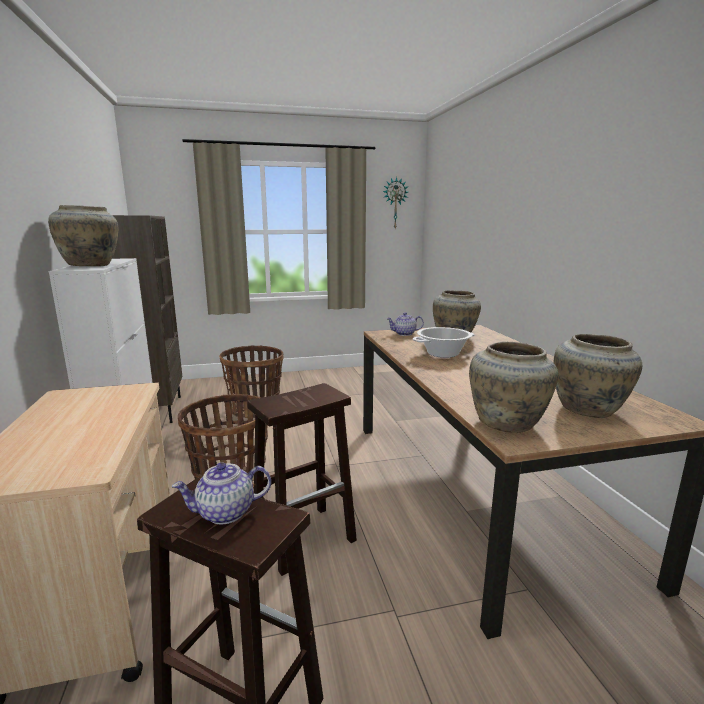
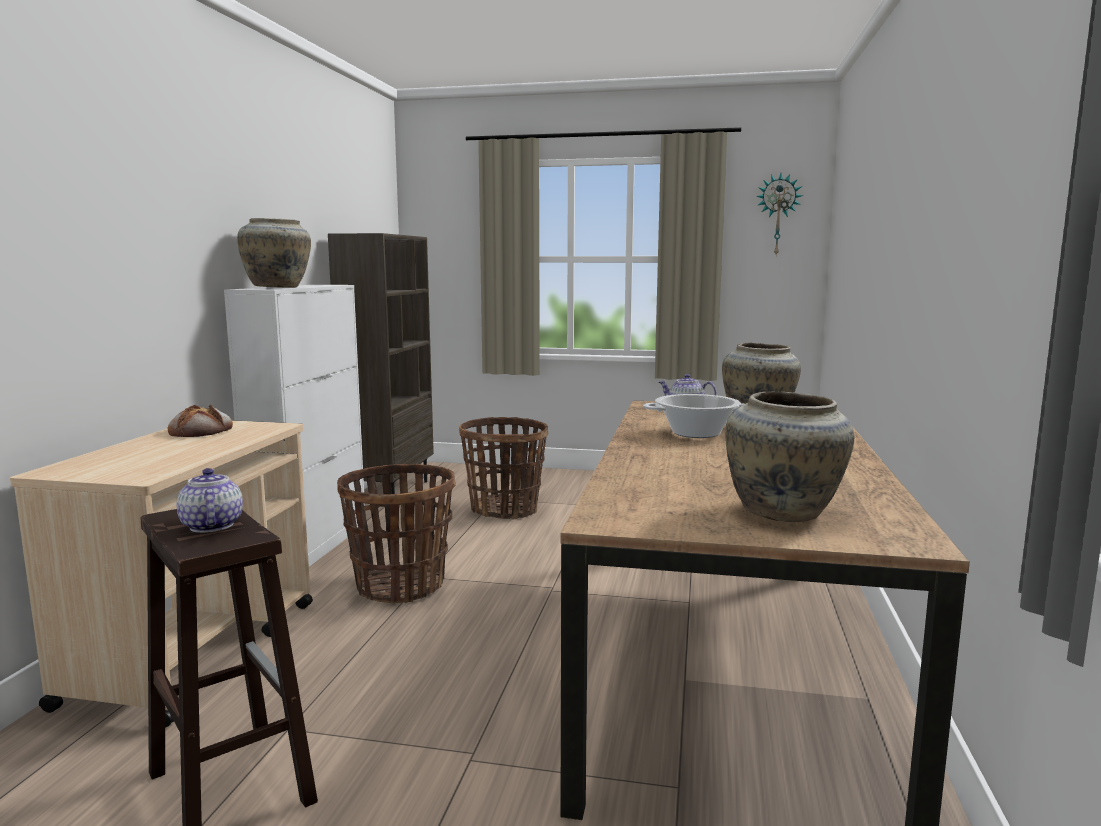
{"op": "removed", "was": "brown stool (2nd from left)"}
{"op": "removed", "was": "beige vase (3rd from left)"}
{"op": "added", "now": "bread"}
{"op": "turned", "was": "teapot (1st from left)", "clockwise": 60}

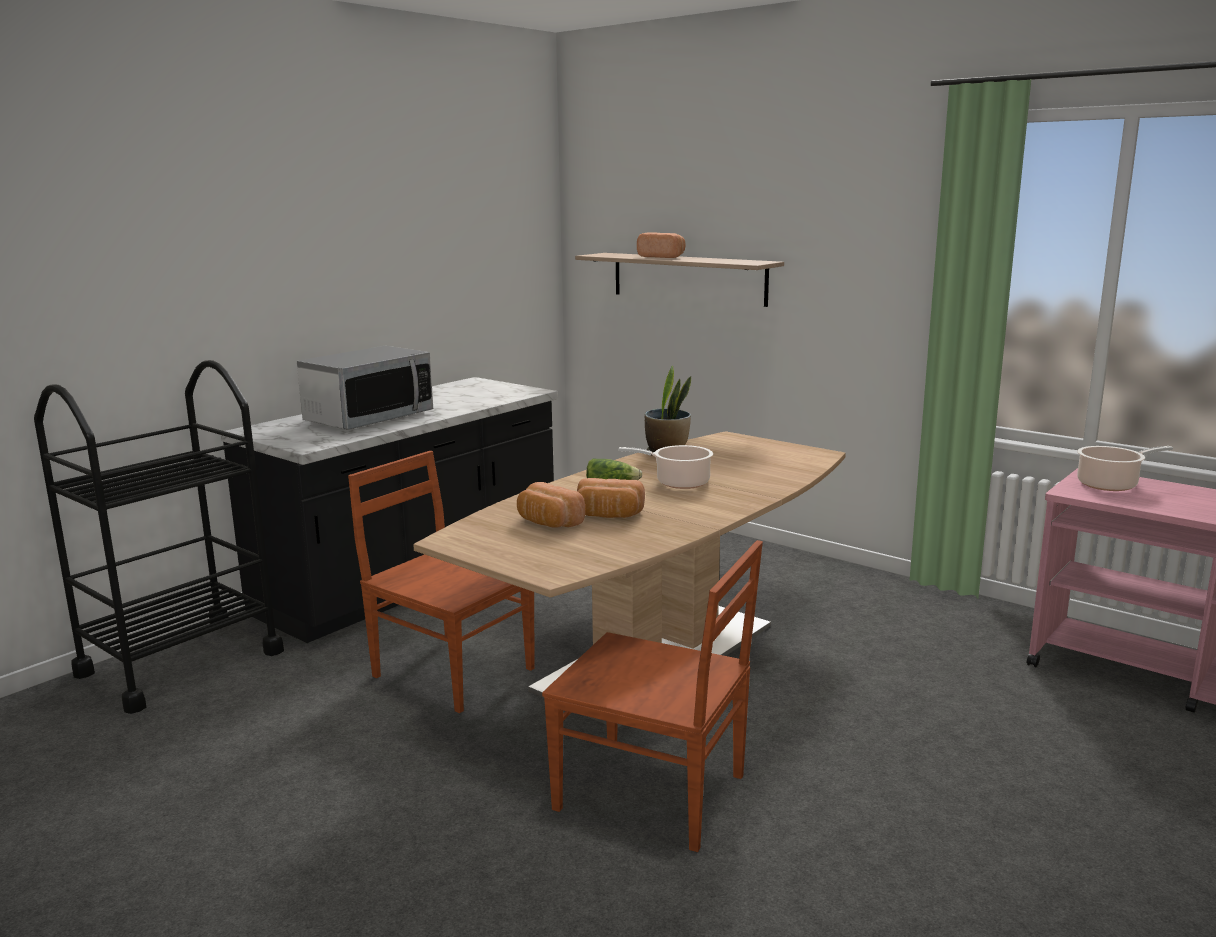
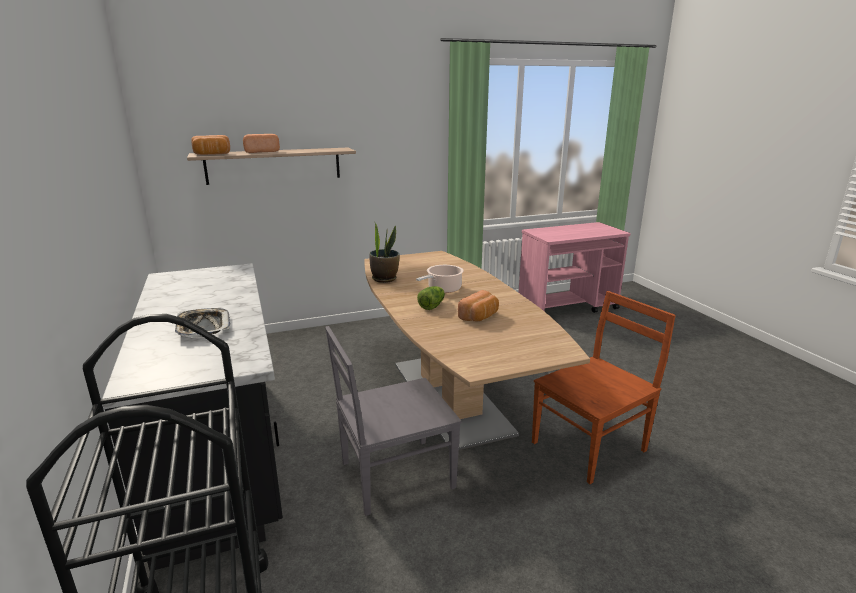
{"op": "removed", "was": "cooking pot (2nd from left)"}
{"op": "moved", "was": "bread (1st from left)"}
{"op": "replaced", "was": "microwave", "now": "tray"}
{"op": "recoloured", "was": "brown chair (1st from left)", "now": "grey chair"}

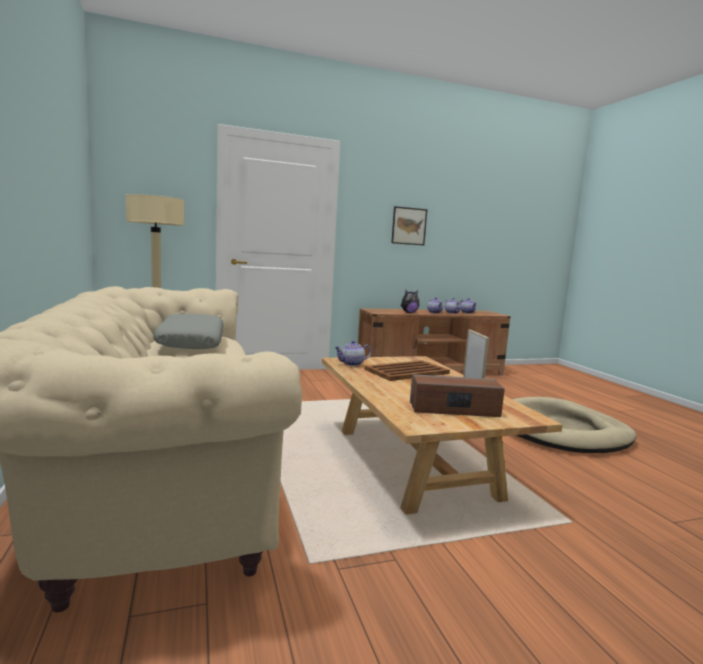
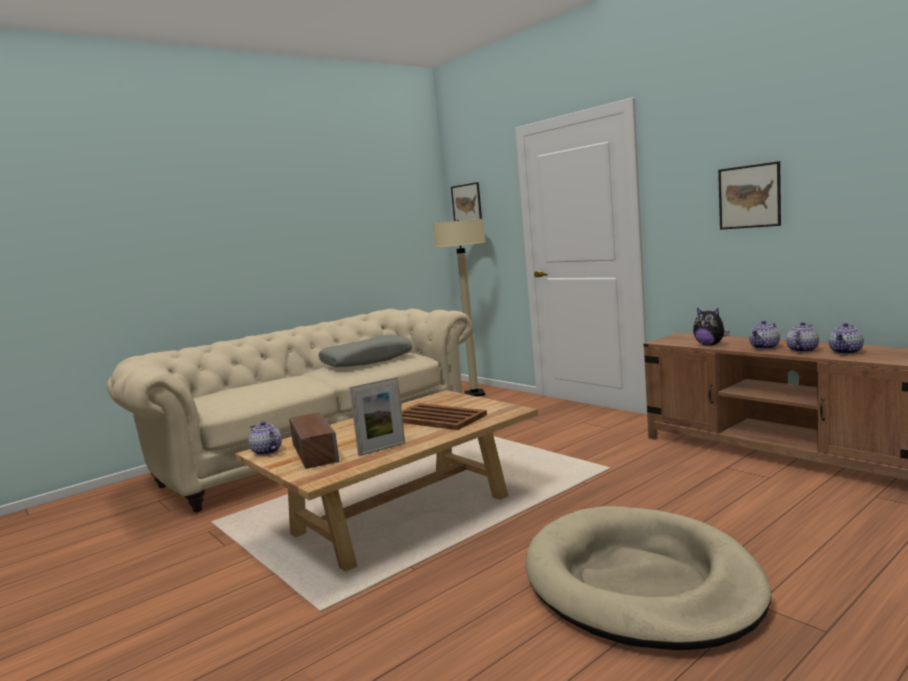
{"op": "added", "now": "picture (1st from left)"}
{"op": "moved", "was": "teapot (1st from left)"}

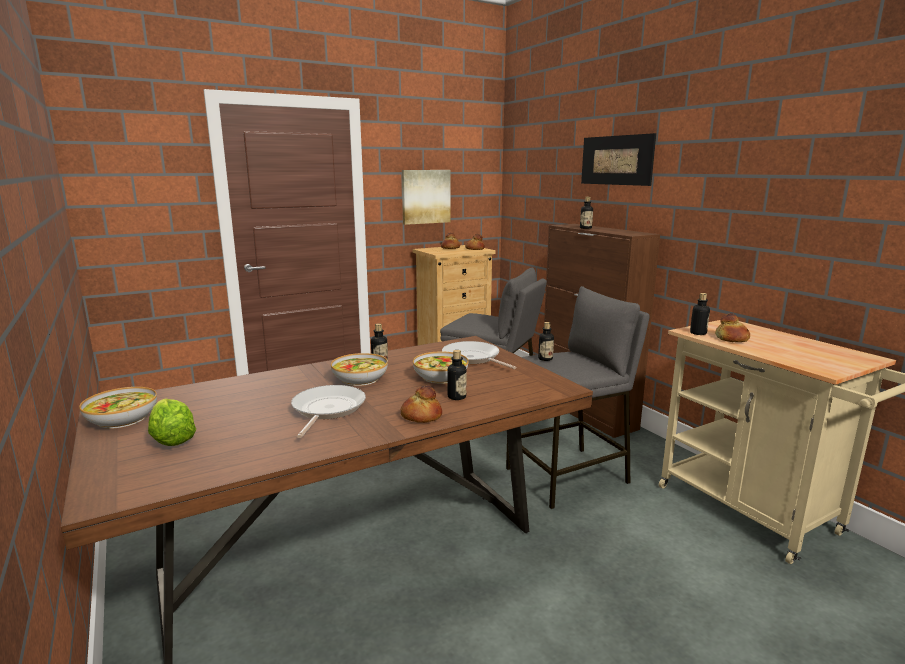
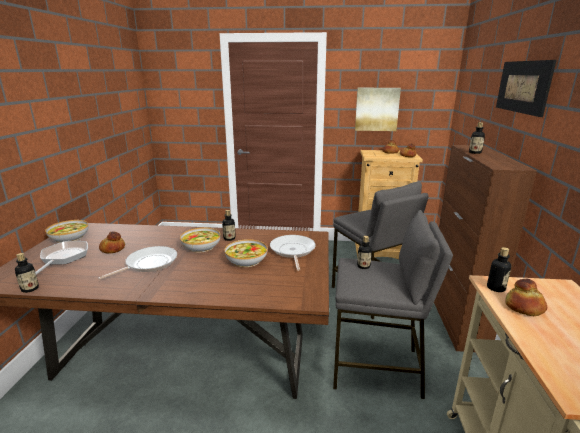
{"op": "moved", "was": "bread (1st from left)"}
{"op": "moved", "was": "bottle (2nd from left in the first image)", "now": "bottle (1st from left)"}
{"op": "replaced", "was": "lettuce", "now": "frying pan (1st from left)"}

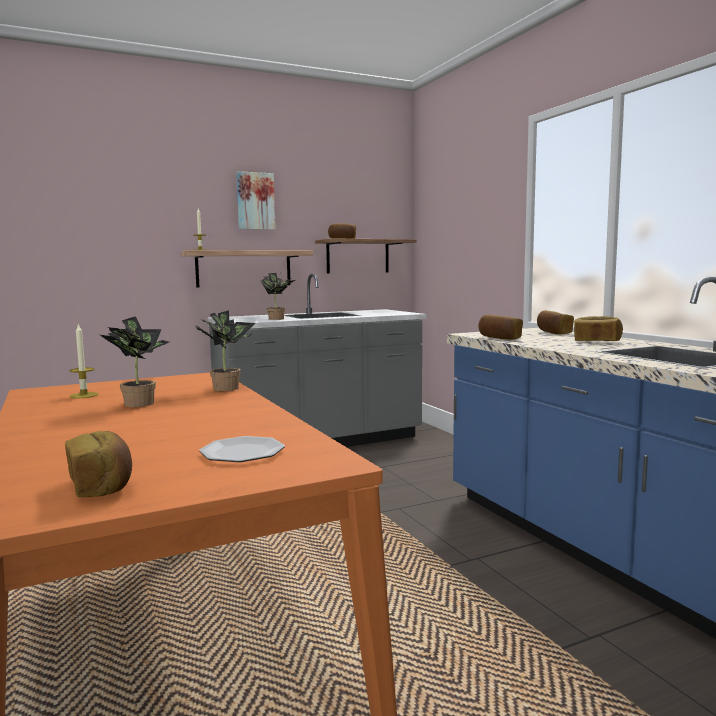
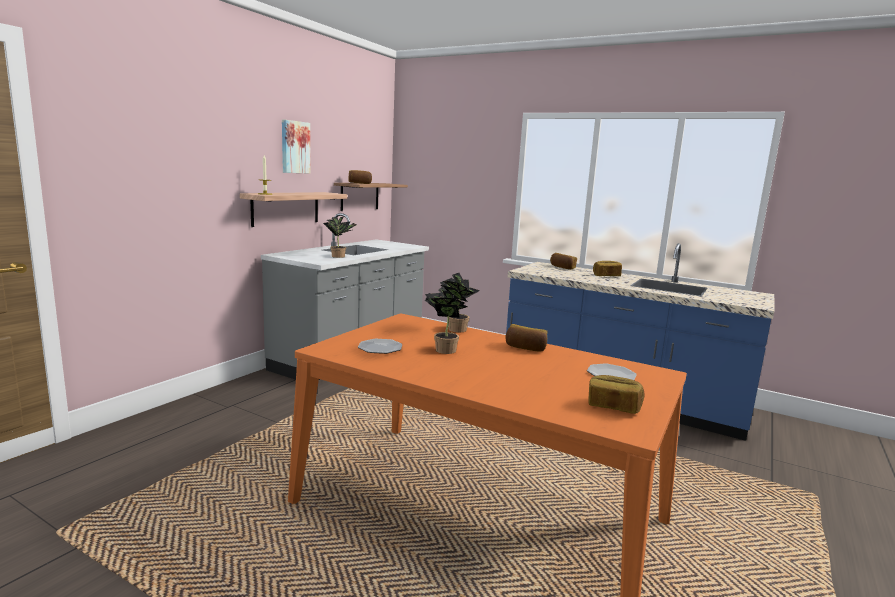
{"op": "moved", "was": "bread (3rd from left in the first image)", "now": "bread (2nd from left)"}
{"op": "replaced", "was": "candle (1st from left)", "now": "plate (1st from left)"}

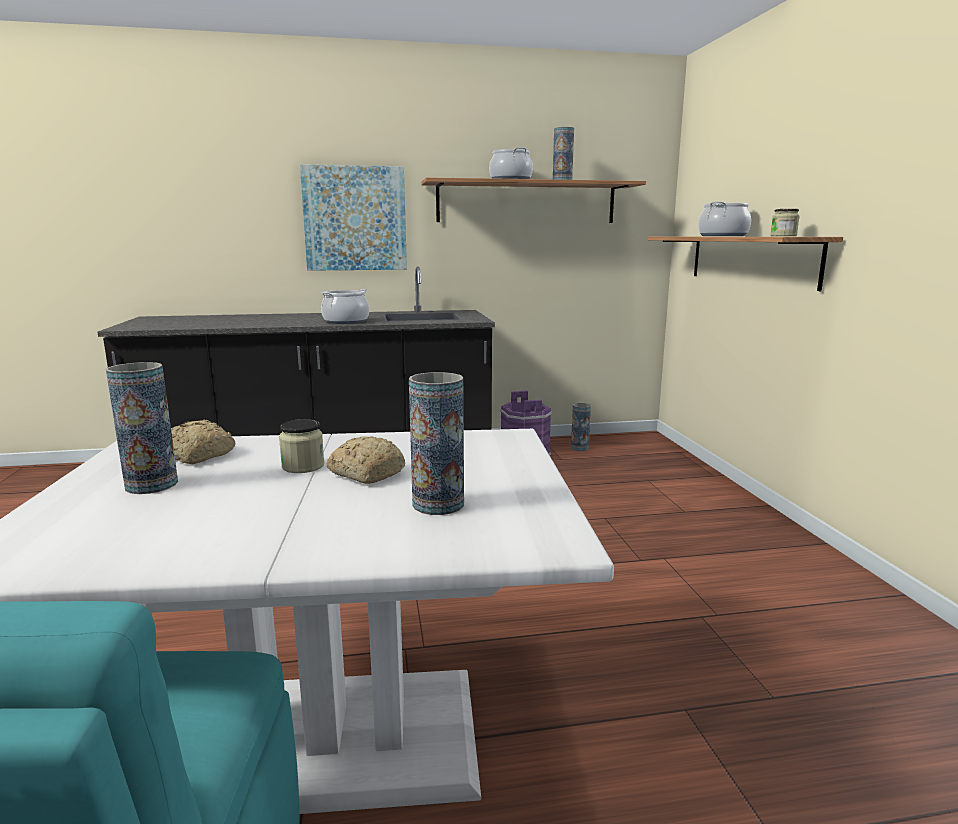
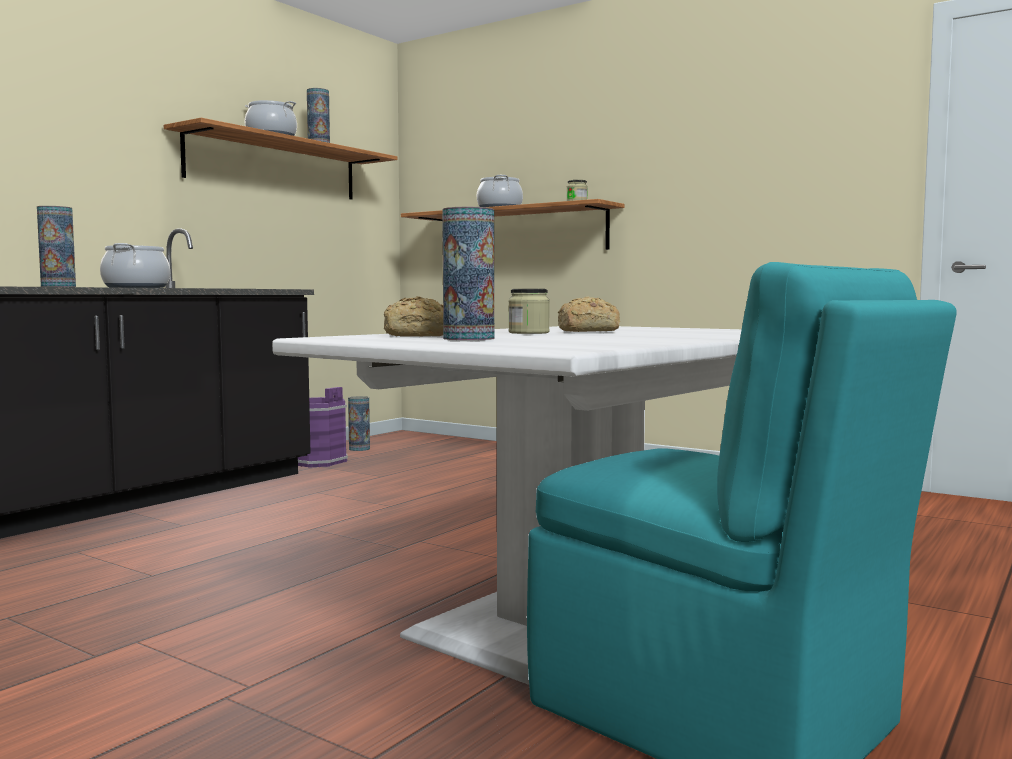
{"op": "removed", "was": "picture"}
{"op": "moved", "was": "vase (2nd from left in the first image)", "now": "vase (1st from left)"}

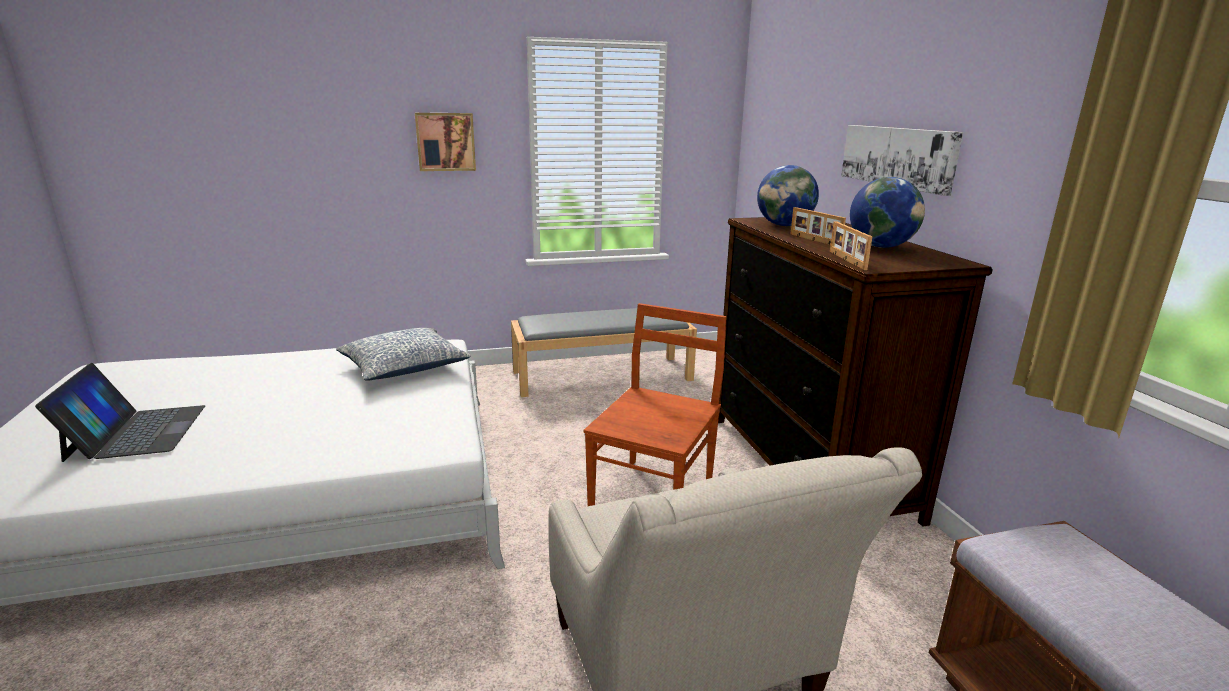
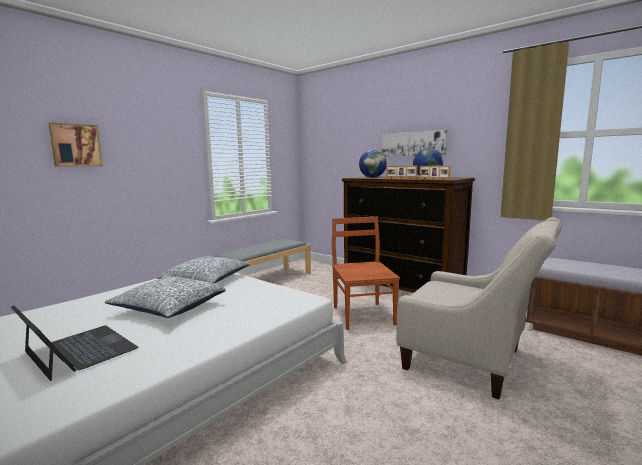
{"op": "added", "now": "pillow (1st from left)"}
{"op": "moved", "was": "picture (1st from left)"}

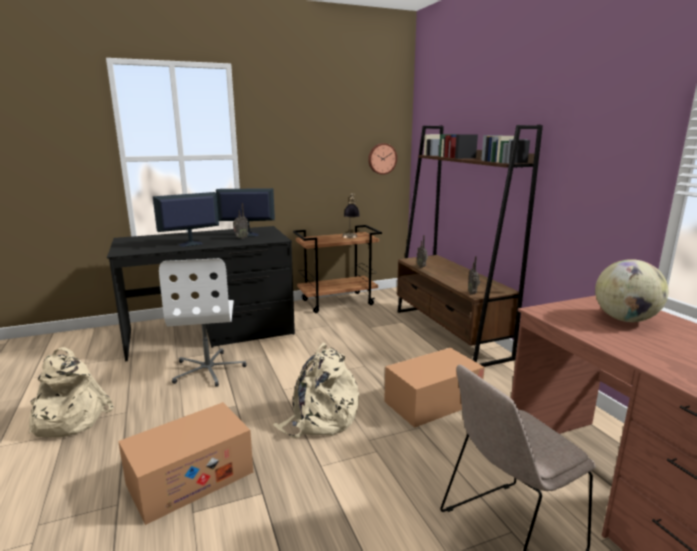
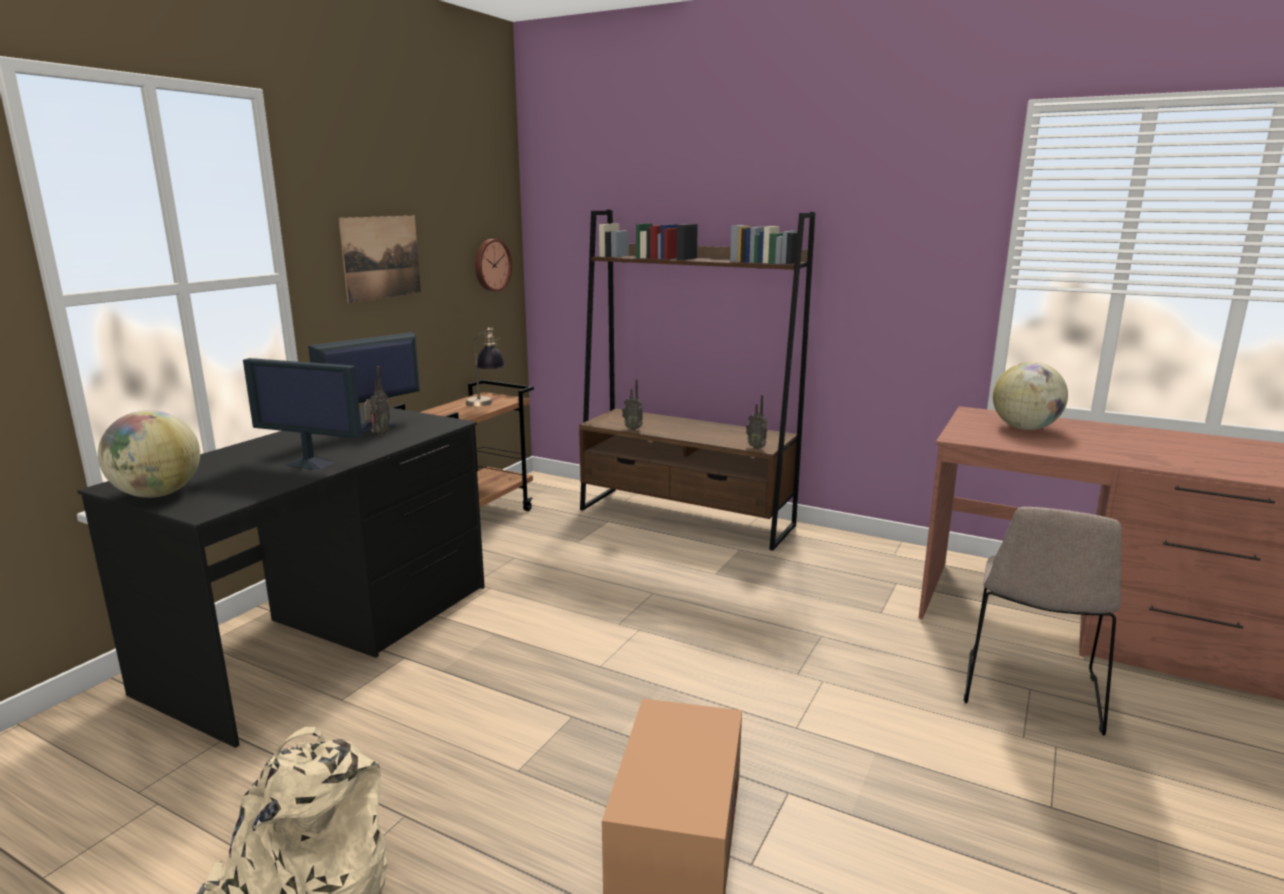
{"op": "removed", "was": "white office chair"}
{"op": "removed", "was": "beige backpack (2nd from left)"}
{"op": "removed", "was": "cardboard box (2nd from left)"}
{"op": "added", "now": "globe (1st from left)"}
{"op": "added", "now": "picture"}
{"op": "turned", "was": "monitor (1st from left)", "clockwise": -90}

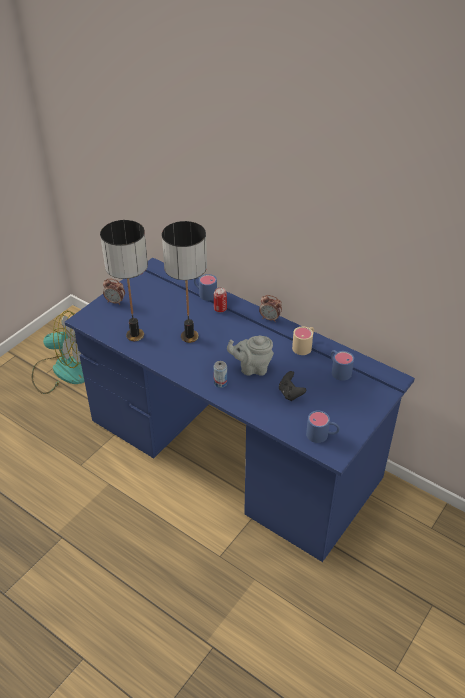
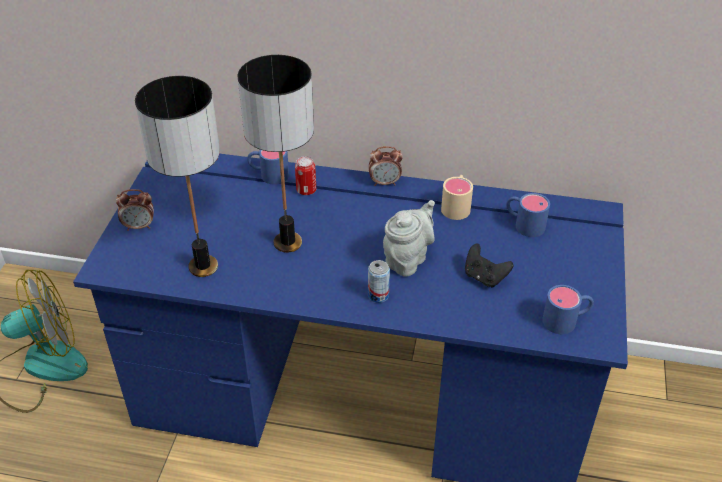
{"op": "turned", "was": "grey teapot", "clockwise": 150}

